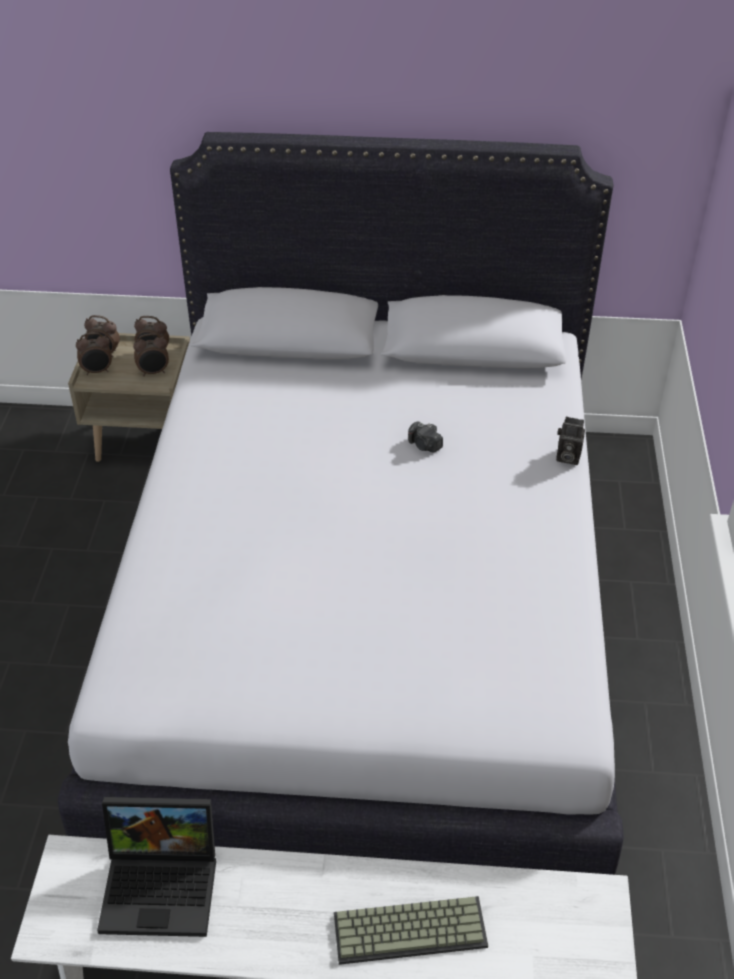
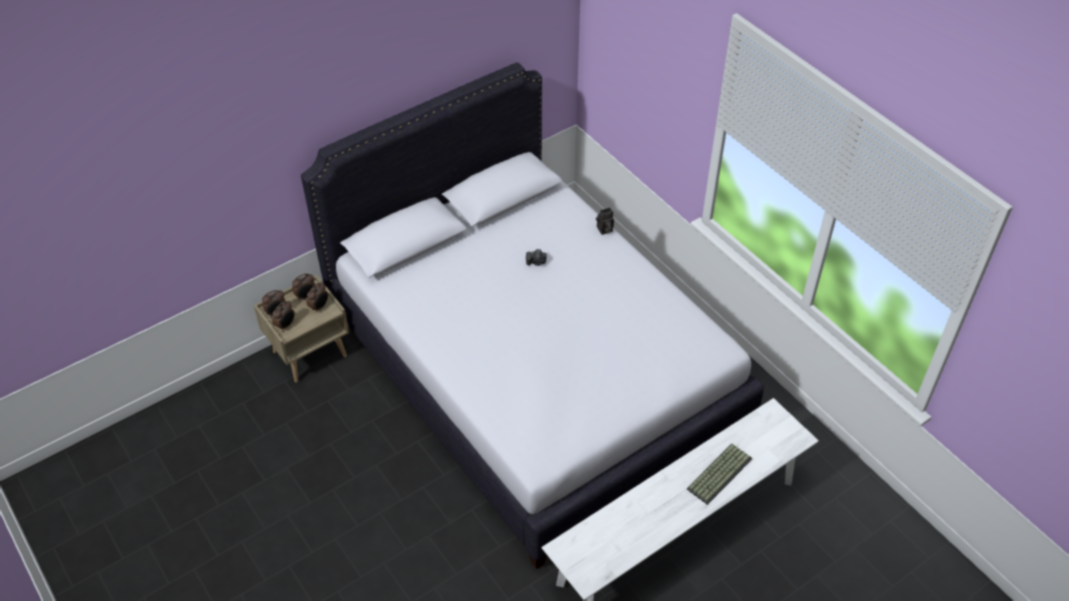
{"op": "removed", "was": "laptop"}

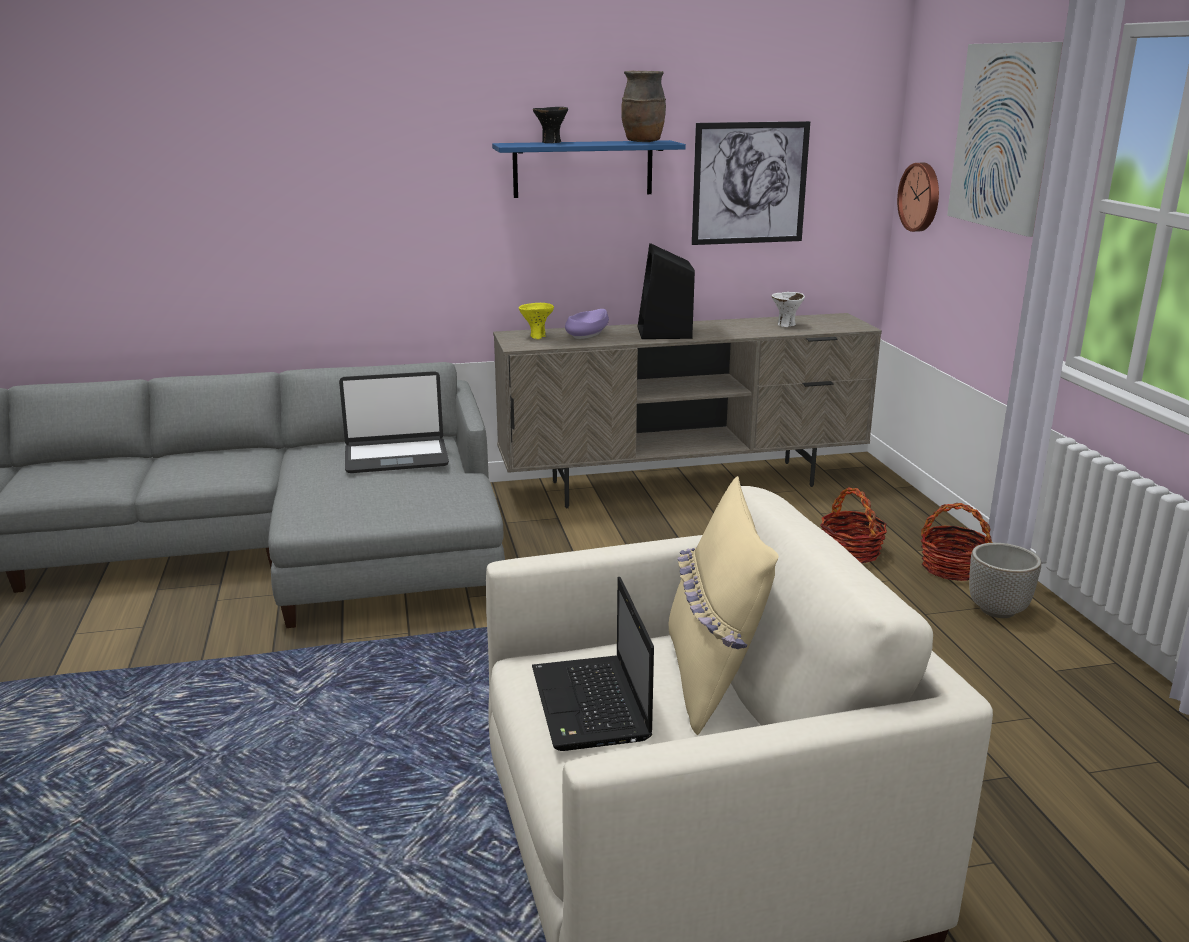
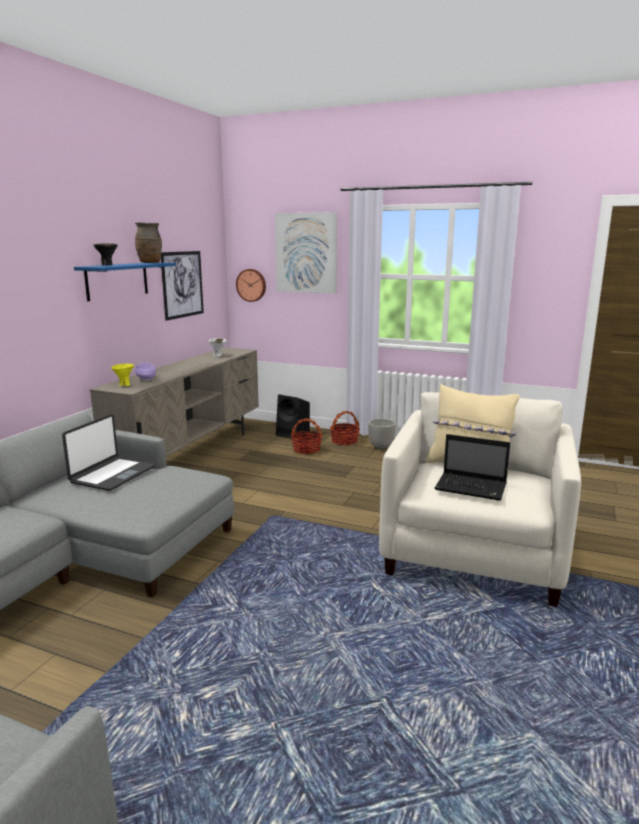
{"op": "moved", "was": "black speaker"}

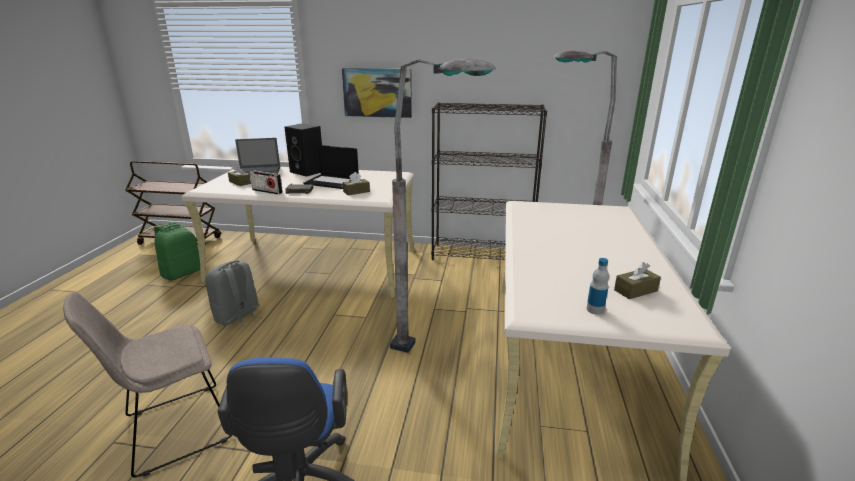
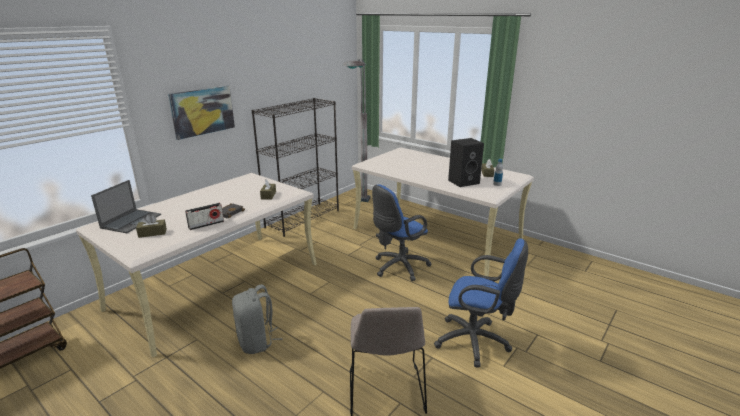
{"op": "removed", "was": "green backpack"}
{"op": "removed", "was": "laptop (2nd from left)"}
{"op": "moved", "was": "black speaker"}
{"op": "replaced", "was": "grey floor lamp (1st from left)", "now": "blue office chair (1st from left)"}

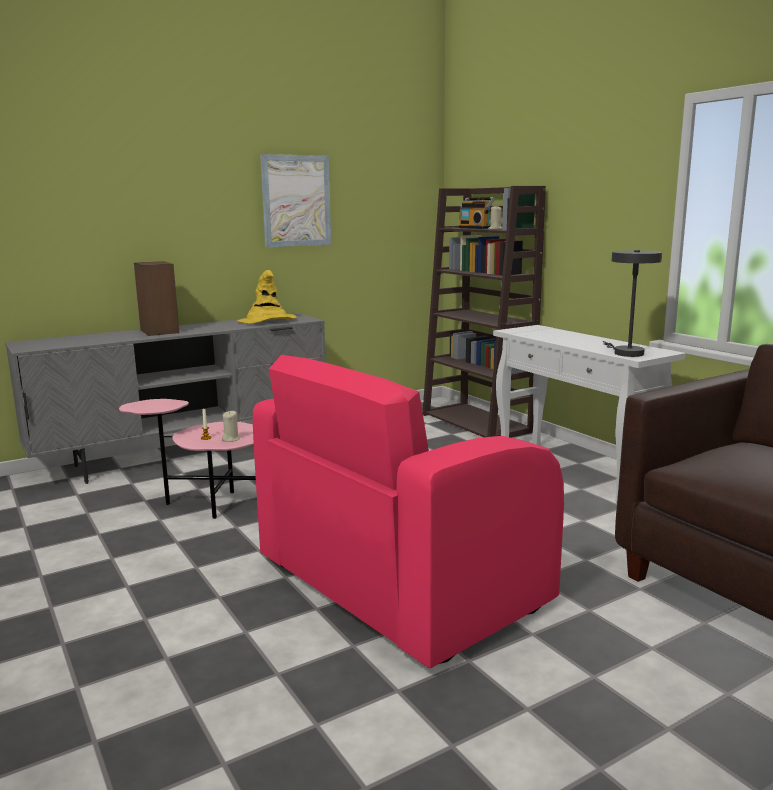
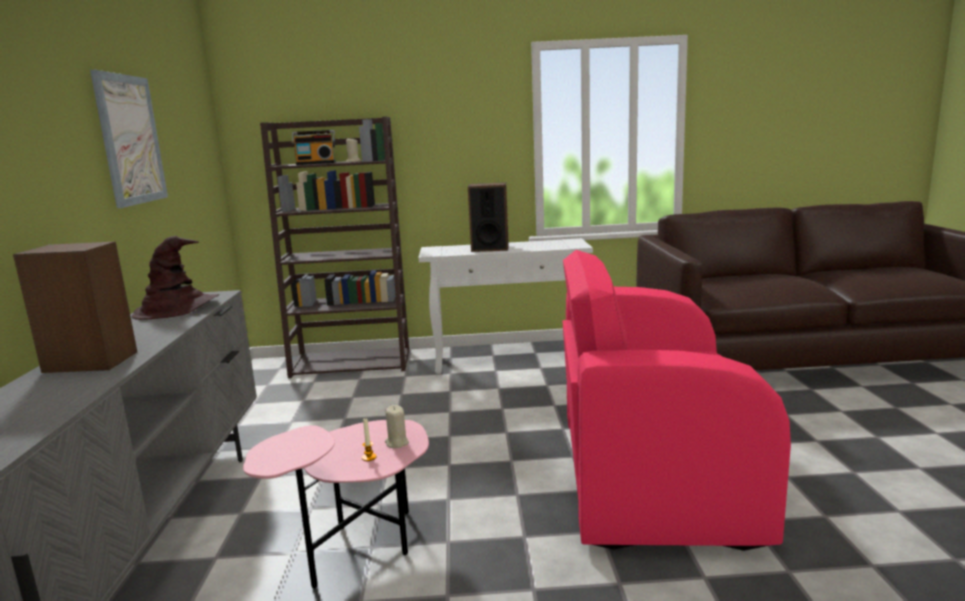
{"op": "removed", "was": "grey table lamp"}
{"op": "added", "now": "speaker (2nd from left)"}
{"op": "recoloured", "was": "yellow hat", "now": "brown hat"}
{"op": "turned", "was": "pink armchair", "clockwise": 105}

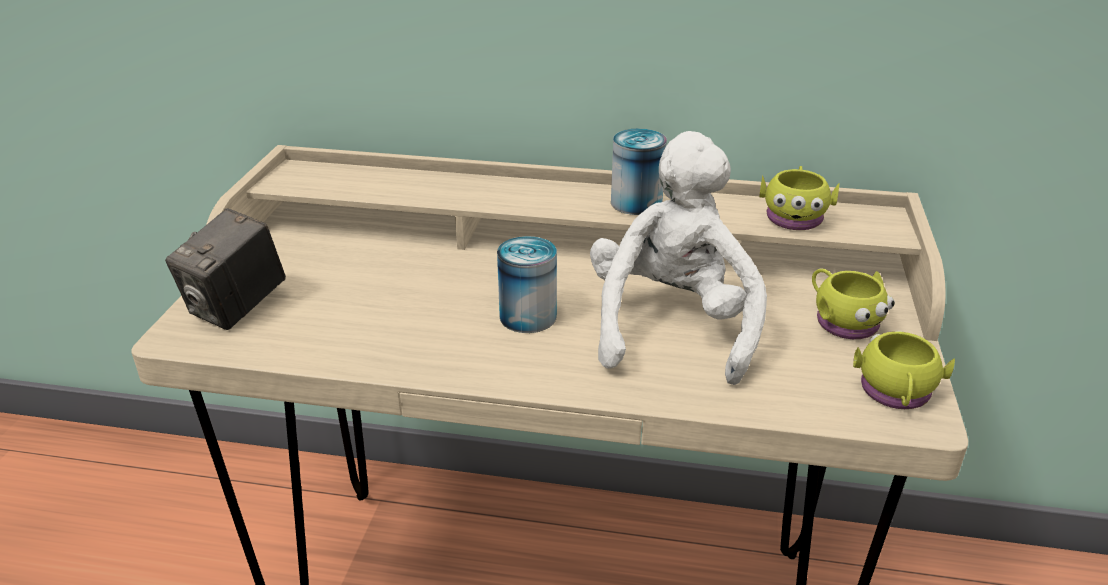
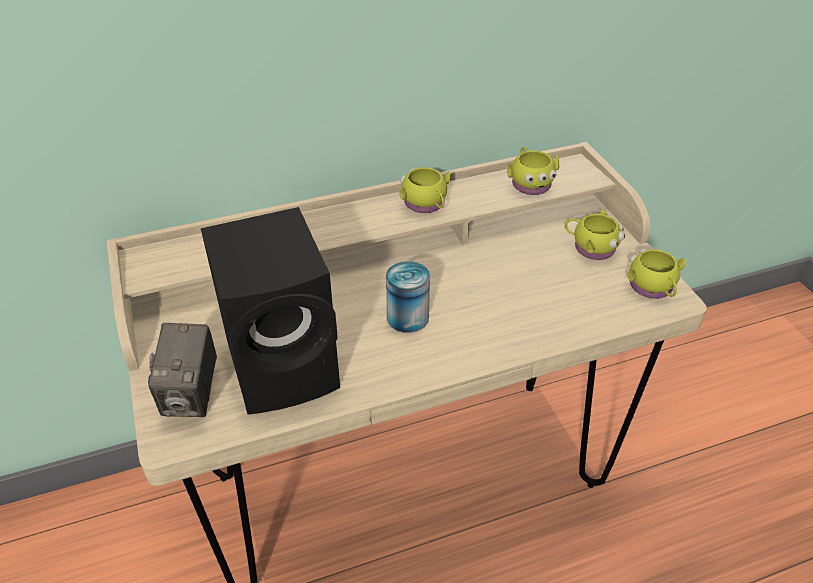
{"op": "removed", "was": "white plush toy"}
{"op": "added", "now": "black speaker"}
{"op": "replaced", "was": "can (2nd from left)", "now": "yellow mug (1st from left)"}

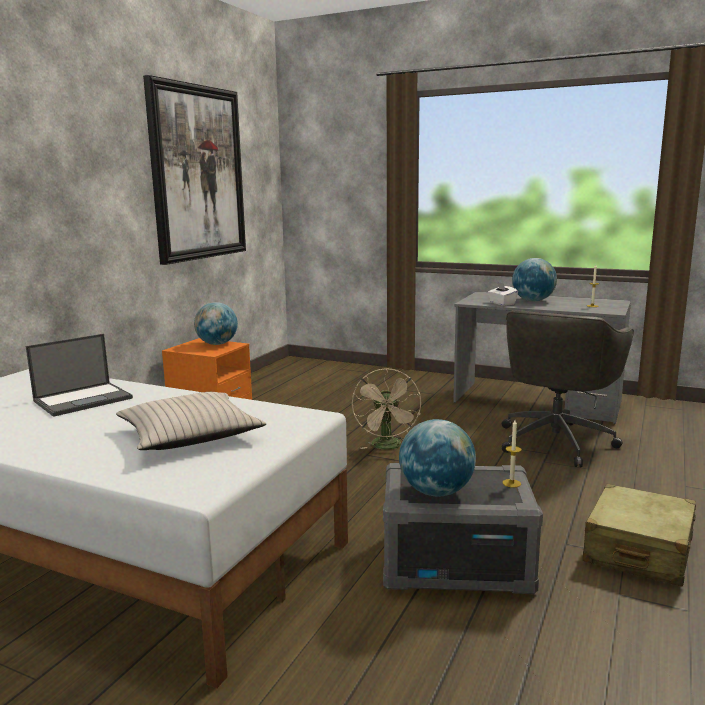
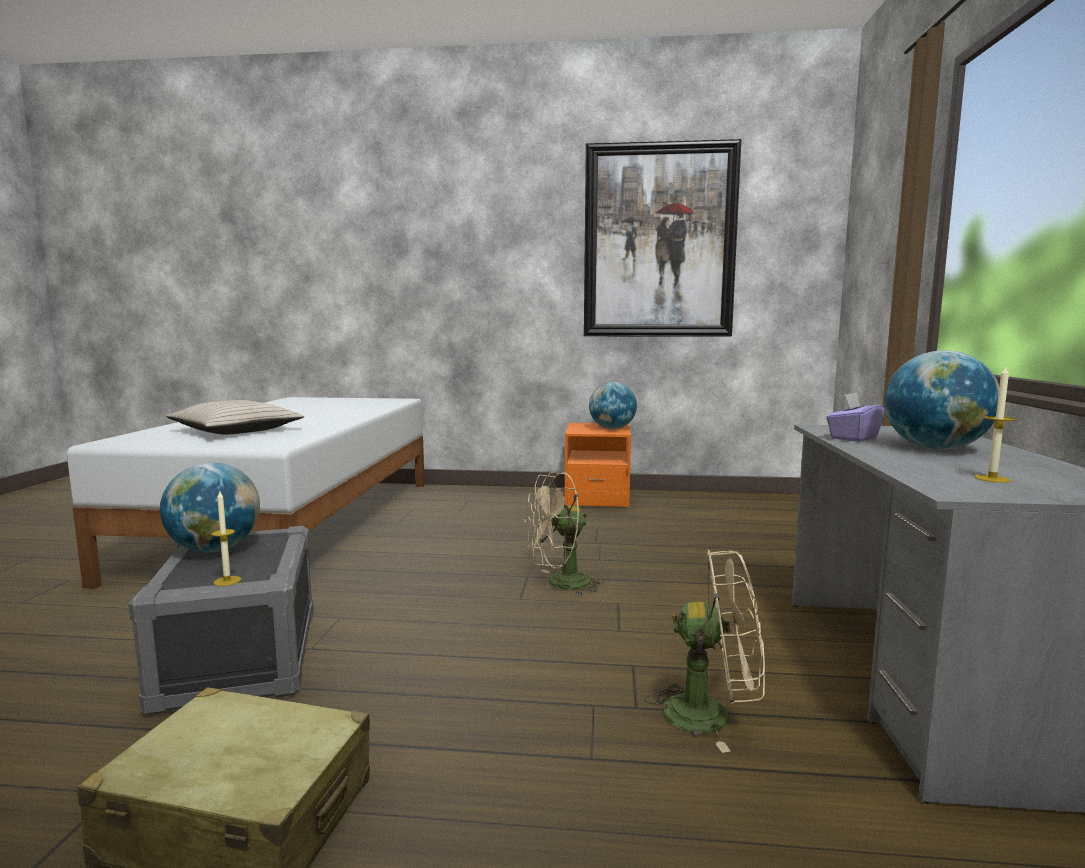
{"op": "removed", "was": "laptop"}
{"op": "replaced", "was": "grey office chair", "now": "beige fan (2nd from left)"}
{"op": "recoloured", "was": "white tissue box", "now": "purple tissue box"}

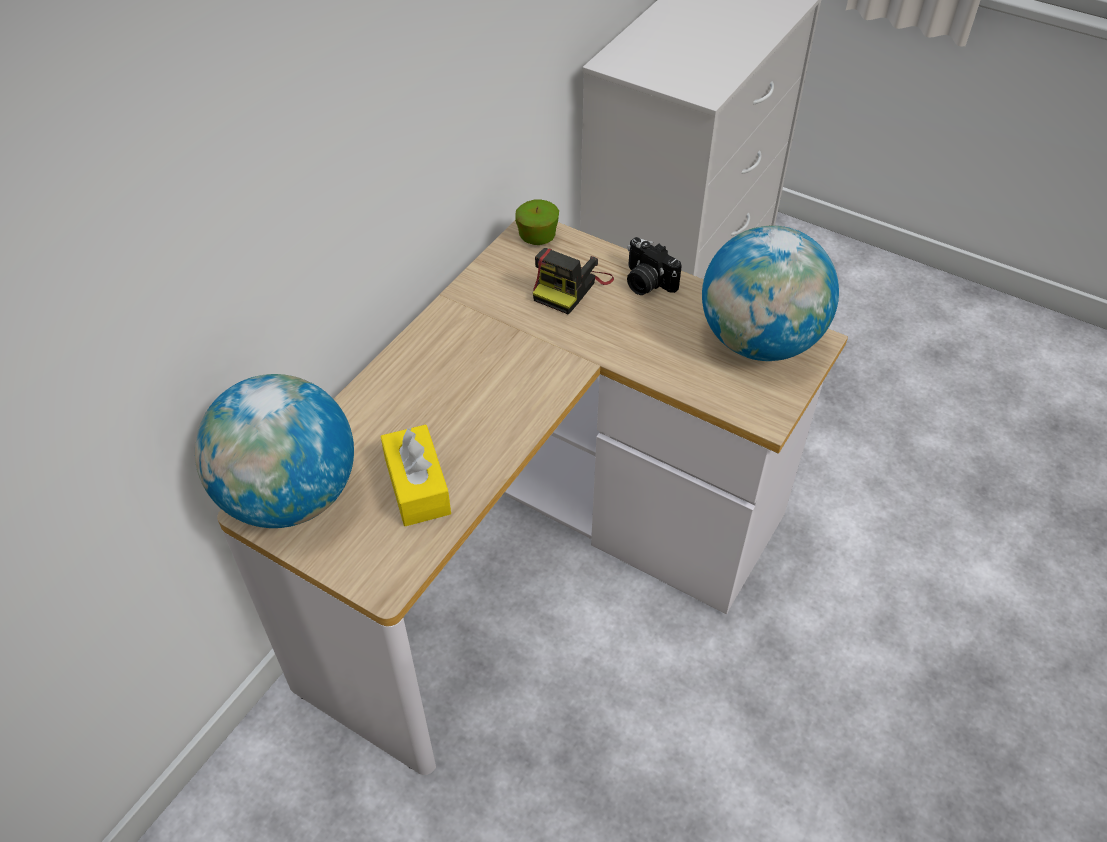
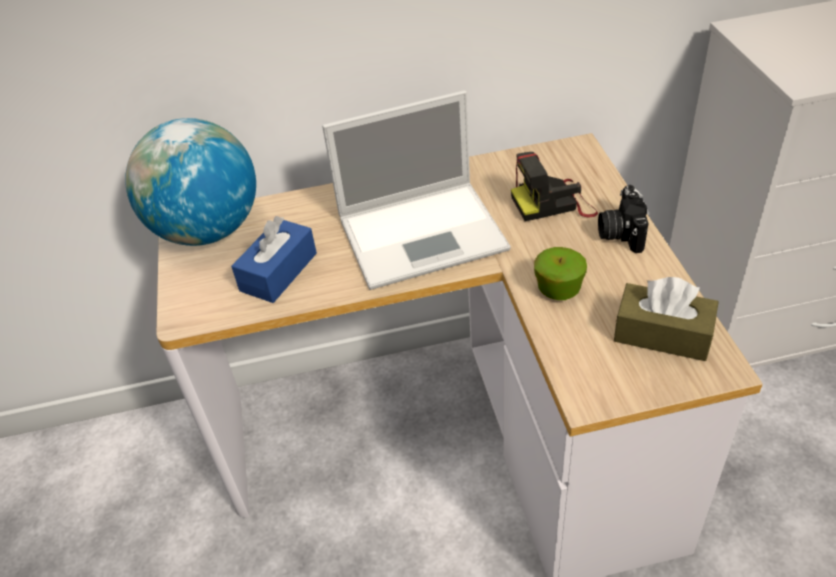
{"op": "added", "now": "laptop"}
{"op": "moved", "was": "apple"}
{"op": "replaced", "was": "globe (2nd from left)", "now": "brown tissue box"}
{"op": "recoloured", "was": "yellow tissue box", "now": "blue tissue box"}

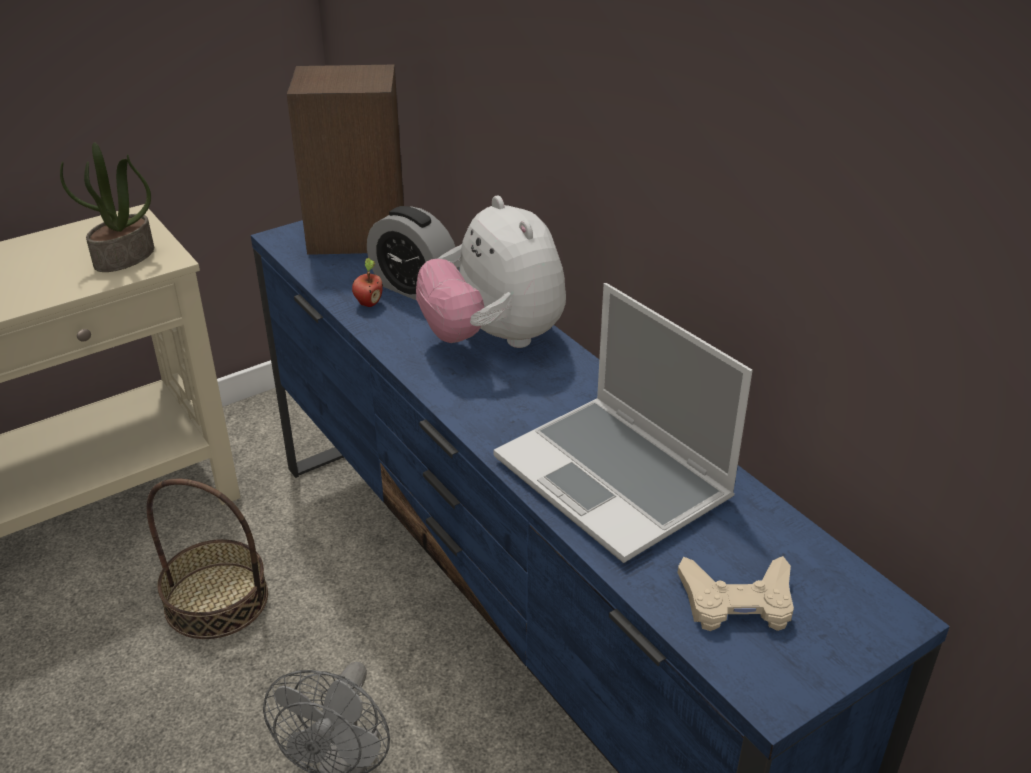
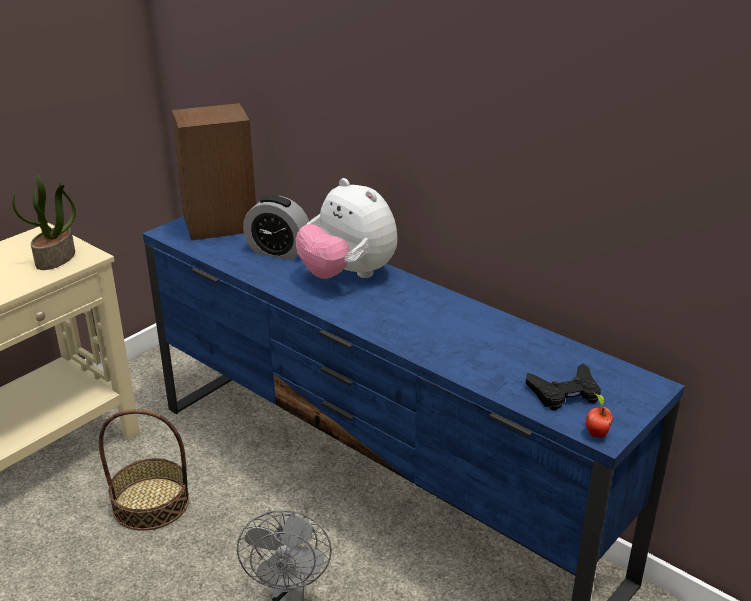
{"op": "removed", "was": "laptop"}
{"op": "moved", "was": "apple"}
{"op": "recoloured", "was": "beige game controller", "now": "black game controller"}

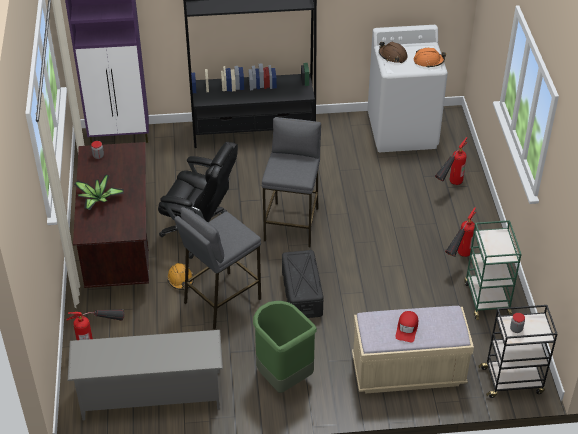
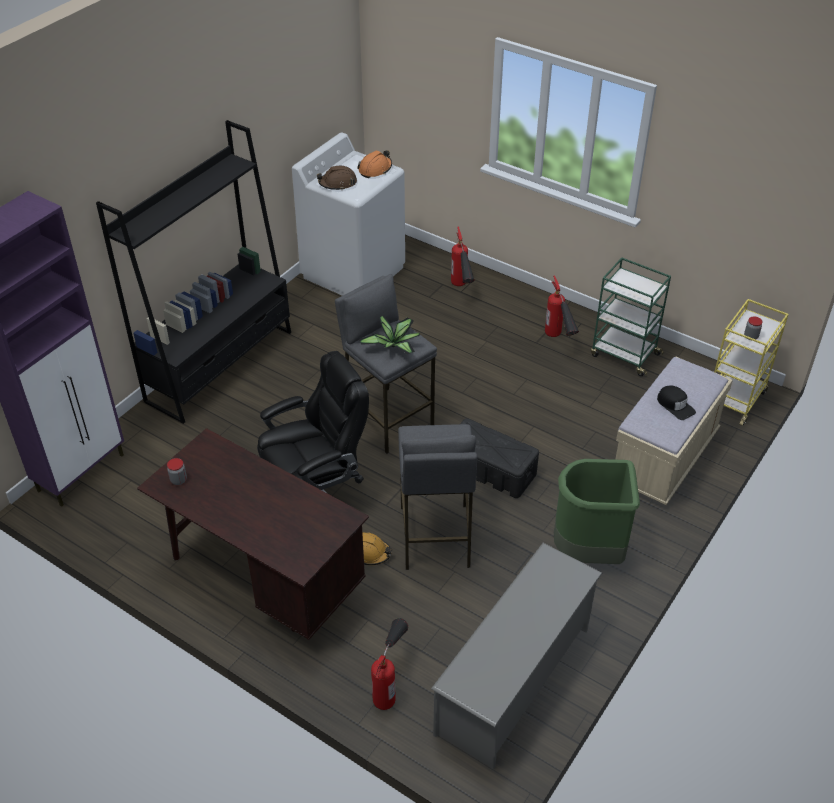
{"op": "moved", "was": "potted plant"}
{"op": "recoloured", "was": "red cap", "now": "black cap"}
{"op": "recoloured", "was": "black cart", "now": "yellow cart"}

